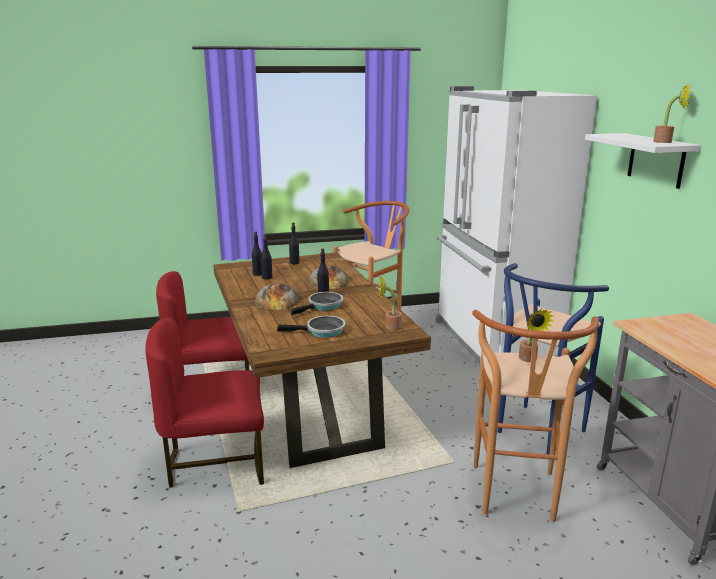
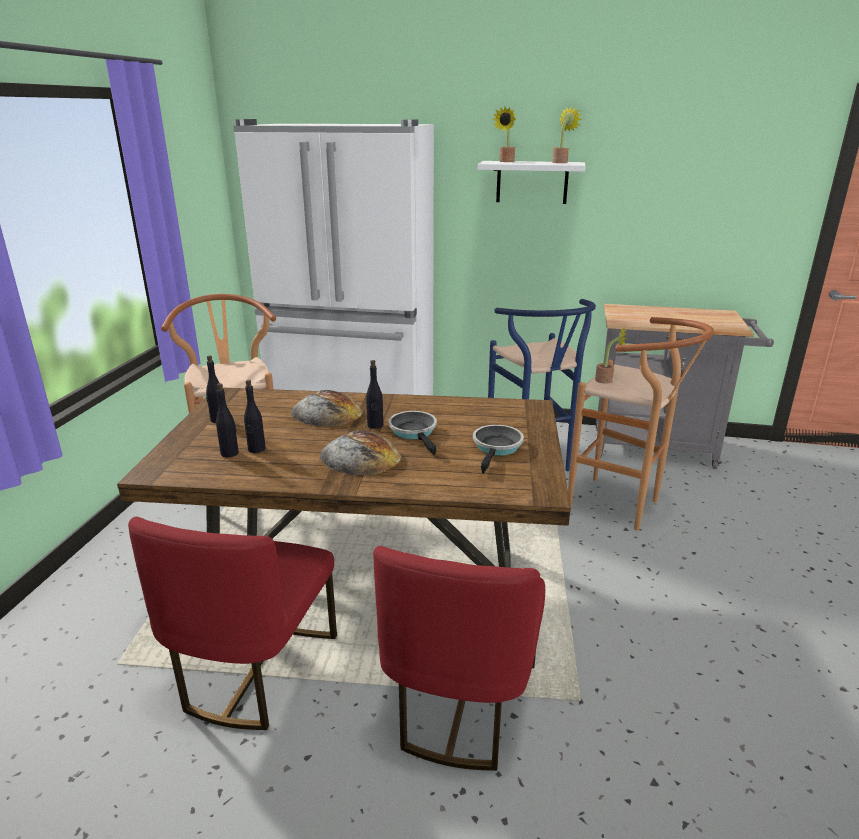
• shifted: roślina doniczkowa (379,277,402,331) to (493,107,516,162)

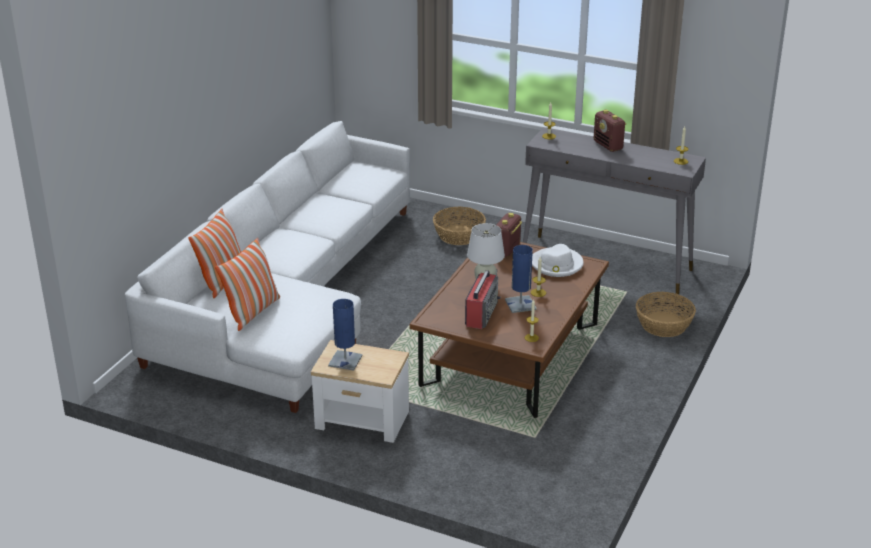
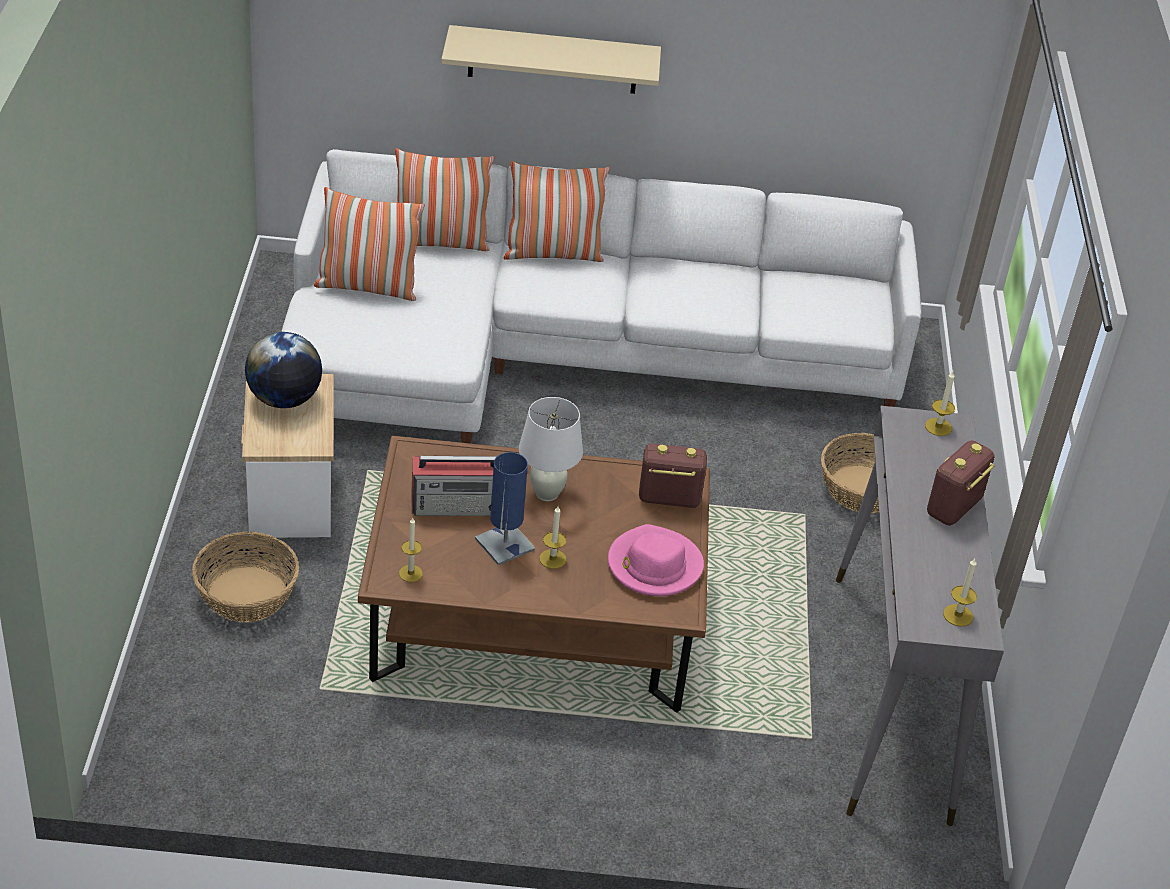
• new: półka [beżowy] (441,25,661,94)
• new: poduszka (503,161,610,262)
• shifted: koszyk (636,292,696,337) to (192,532,299,622)
• swapped: lampa stołowa [niebieski] (328,299,363,371) to globus (245,332,322,408)
• repainted: kapelusz [biały] (532,244,584,277) to kapelusz [różowy] (608,524,704,596)

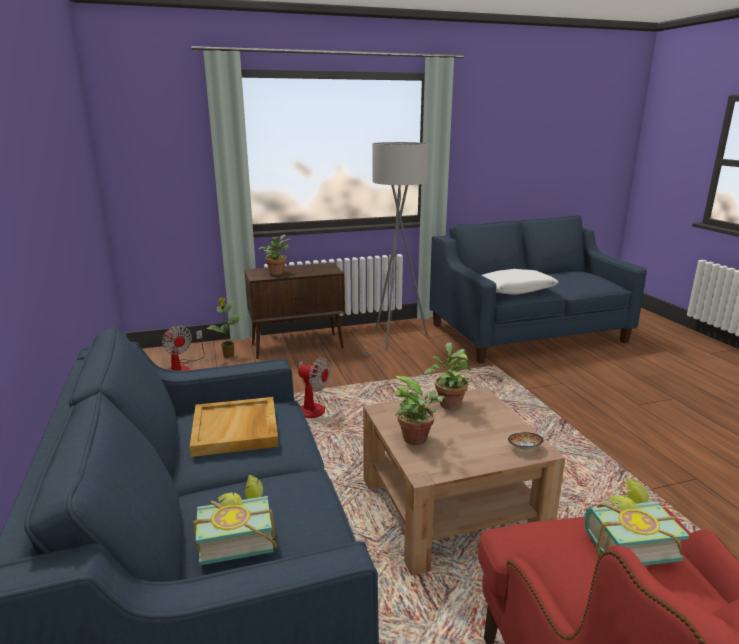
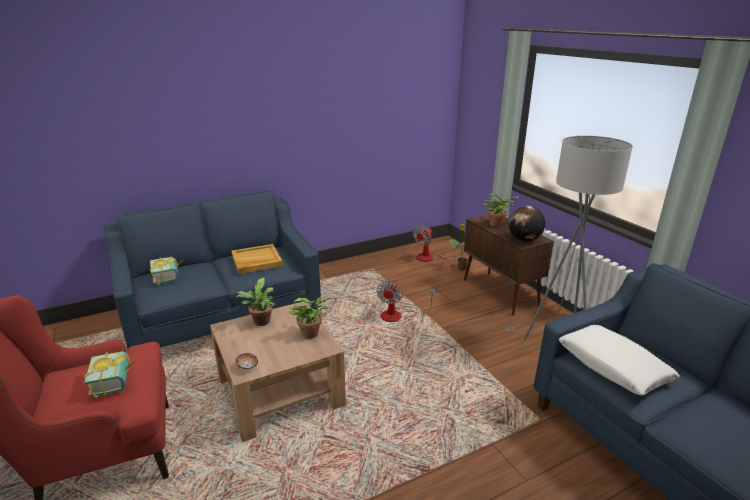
• new: globus (508,206,545,242)

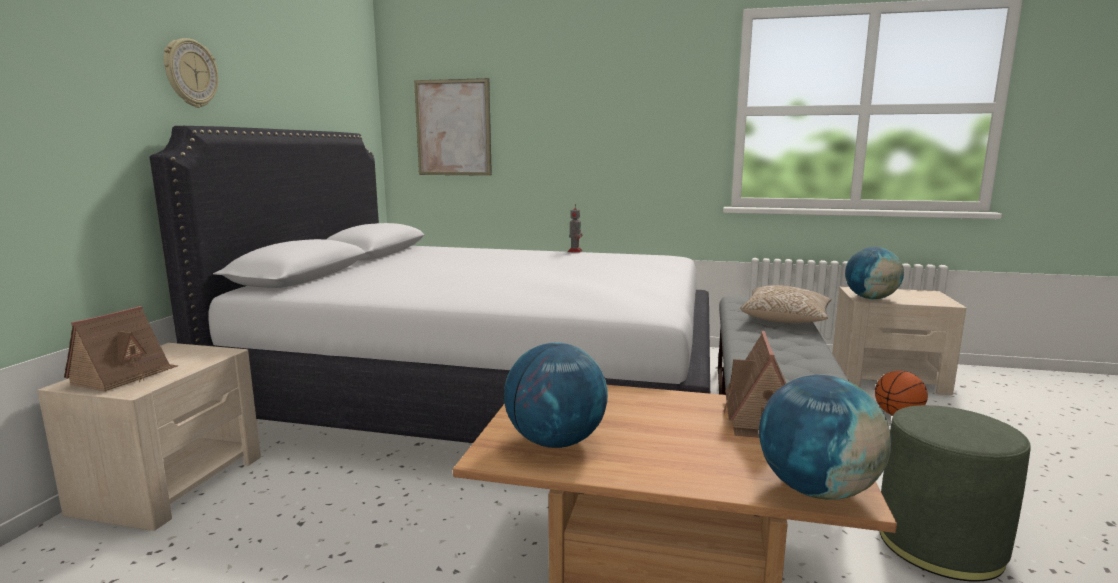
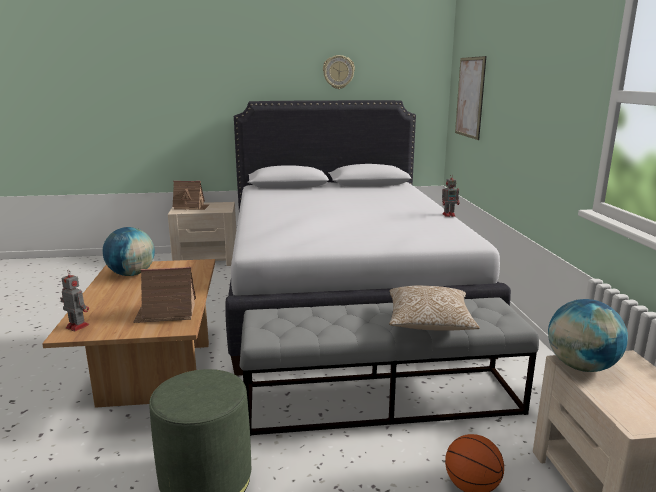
• shifted: zegar ścienny (164,38,218,108) to (323,55,355,89)
• swapped: globus (759,375,891,500) to robot zabawkowy (60,271,89,331)

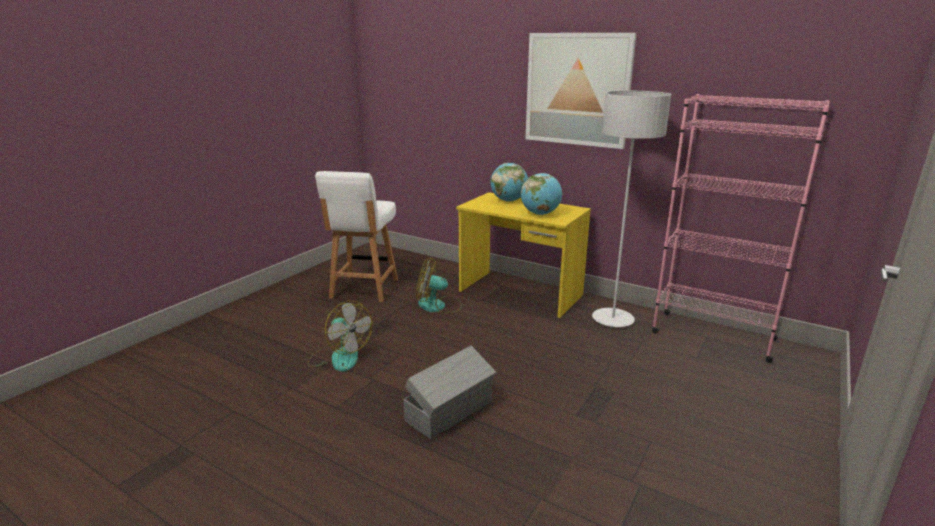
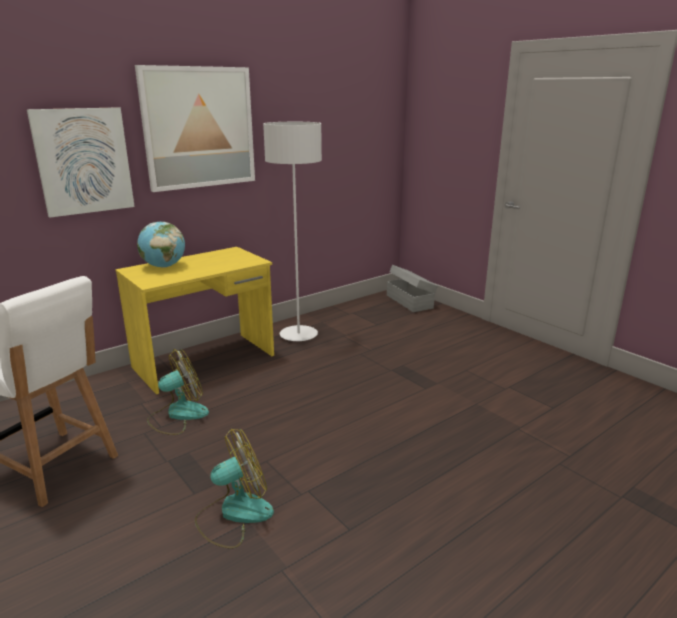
• gone: globus (521,173,562,215)
• gone: regał [różowy] (652,94,830,363)
• new: obraz (27,107,135,218)
• shifted: pojemnik do przechowywania [szary] (403,346,496,440) to (387,265,438,312)
• rotated: wentylator (416,258,461,313) = (147,349,209,435) 150 degrees counterclockwise

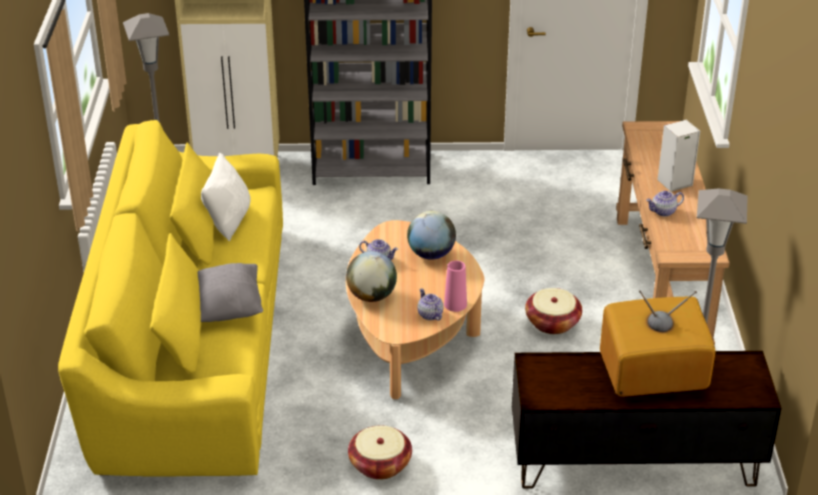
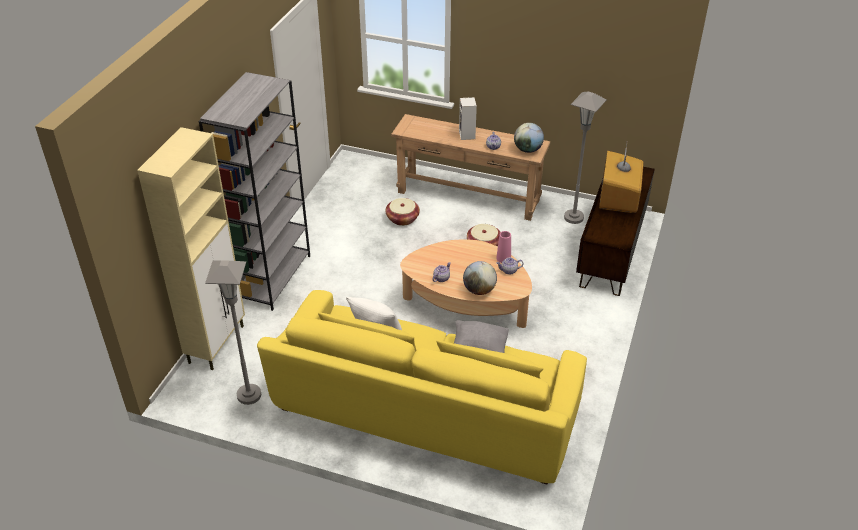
• shifted: koszyk (348,425,412,480) to (386,198,420,226)
• shifted: globus (407,211,456,260) to (514,123,544,153)

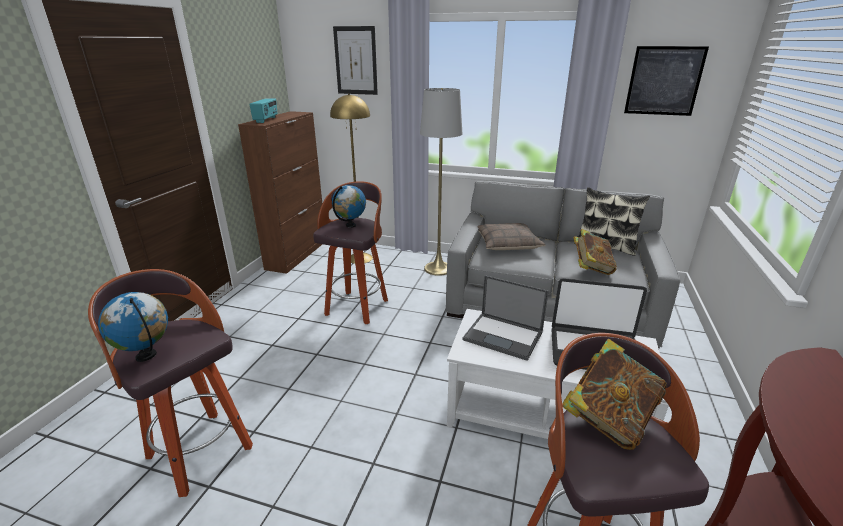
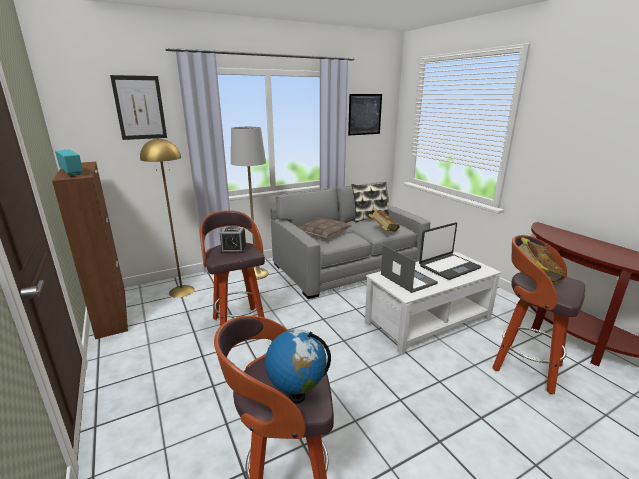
• swapped: globus (332,185,366,228) to budzik (220,226,247,253)
• rotated: laptop (462,275,549,361) = (381,245,438,293) 105 degrees counterclockwise

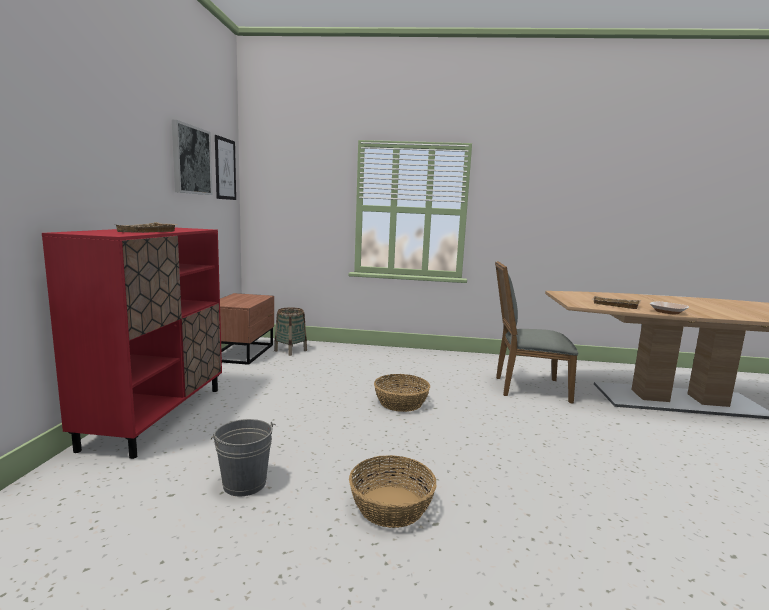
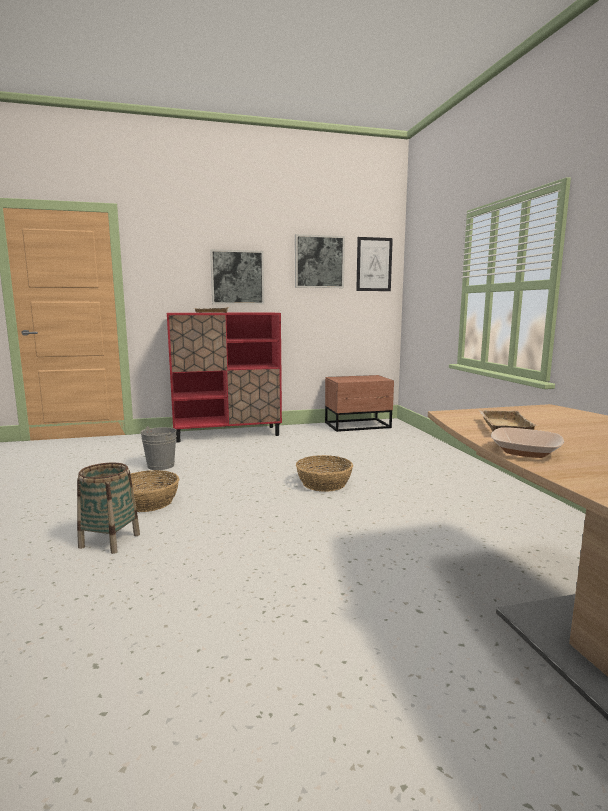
• gone: krzesło [szary] (495,261,578,404)
• new: obraz (210,249,264,304)
• shifted: koszyk (274,307,307,356) to (77,463,140,554)

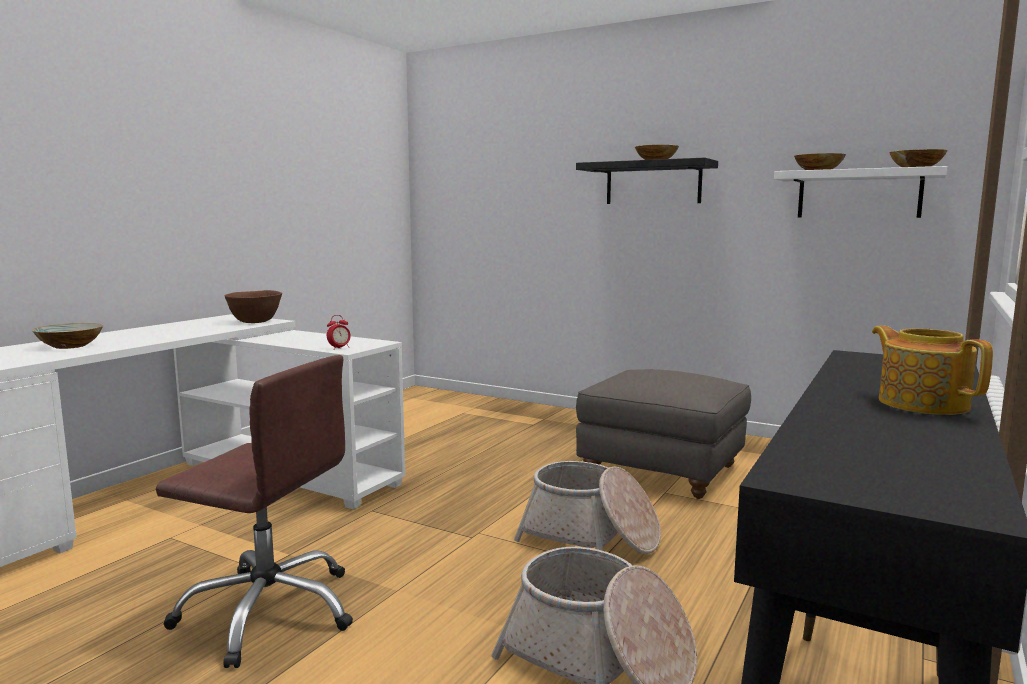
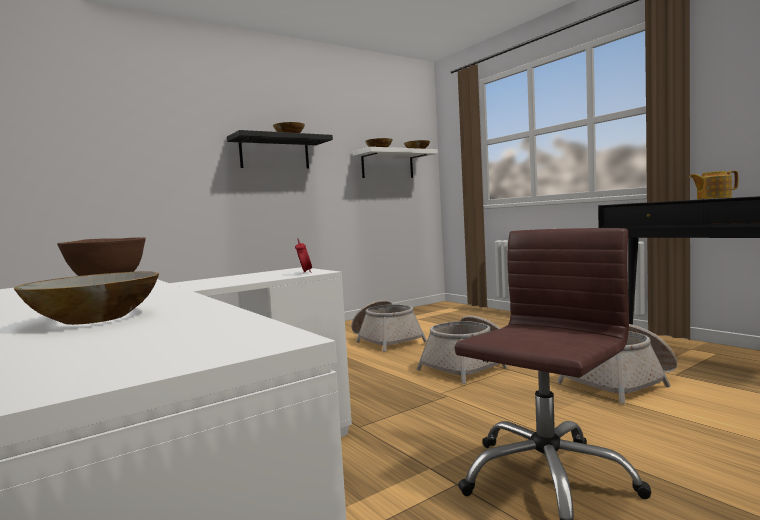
• swapped: pufa [szary] (576,369,751,499) to koszyk (351,300,427,352)

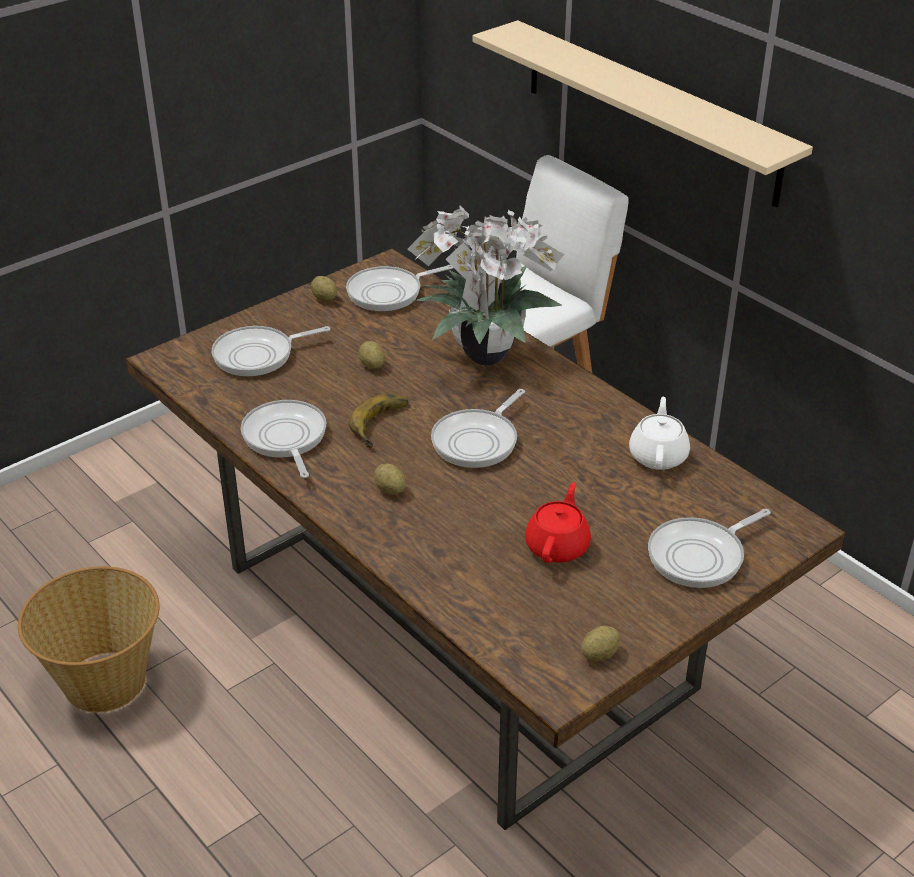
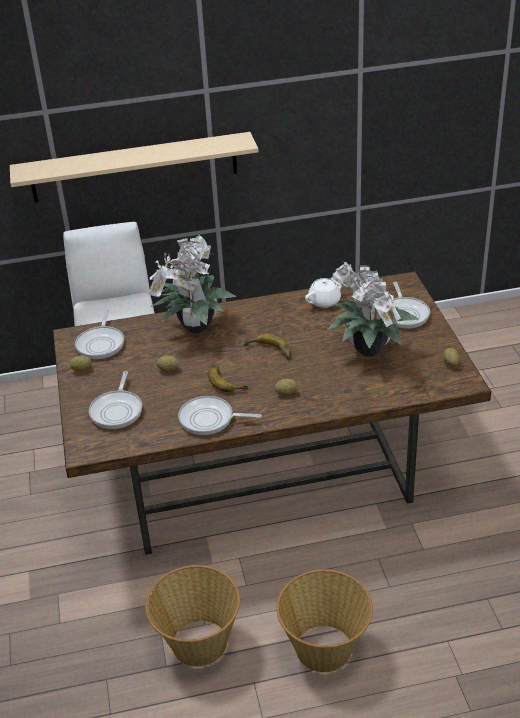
• new: koszyk (277,570,373,673)
• swapped: patelnia (431,389,525,468) to banan (243,333,291,360)
• swapped: imbryk [czerwony] (525,482,591,563) to roślina doniczkowa (327,262,419,356)
• rotated: imbryk [biały] (629,397,690,470) = (305,278,342,308) 105 degrees clockwise

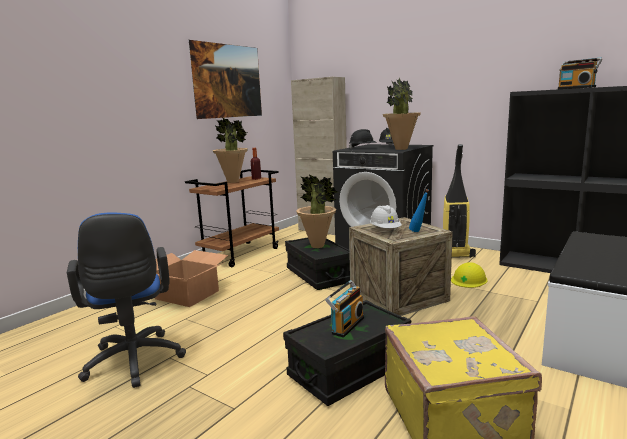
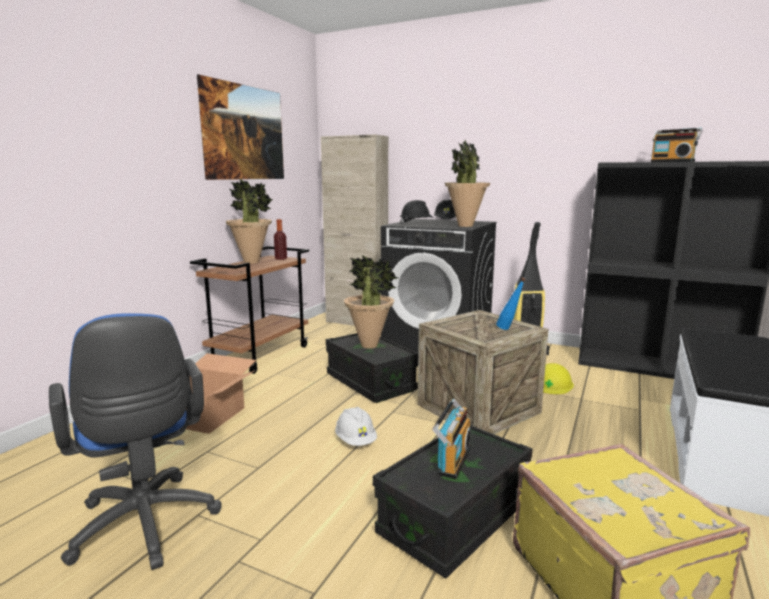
• shifted: kask [biały] (370,205,402,228) to (335,407,377,446)

